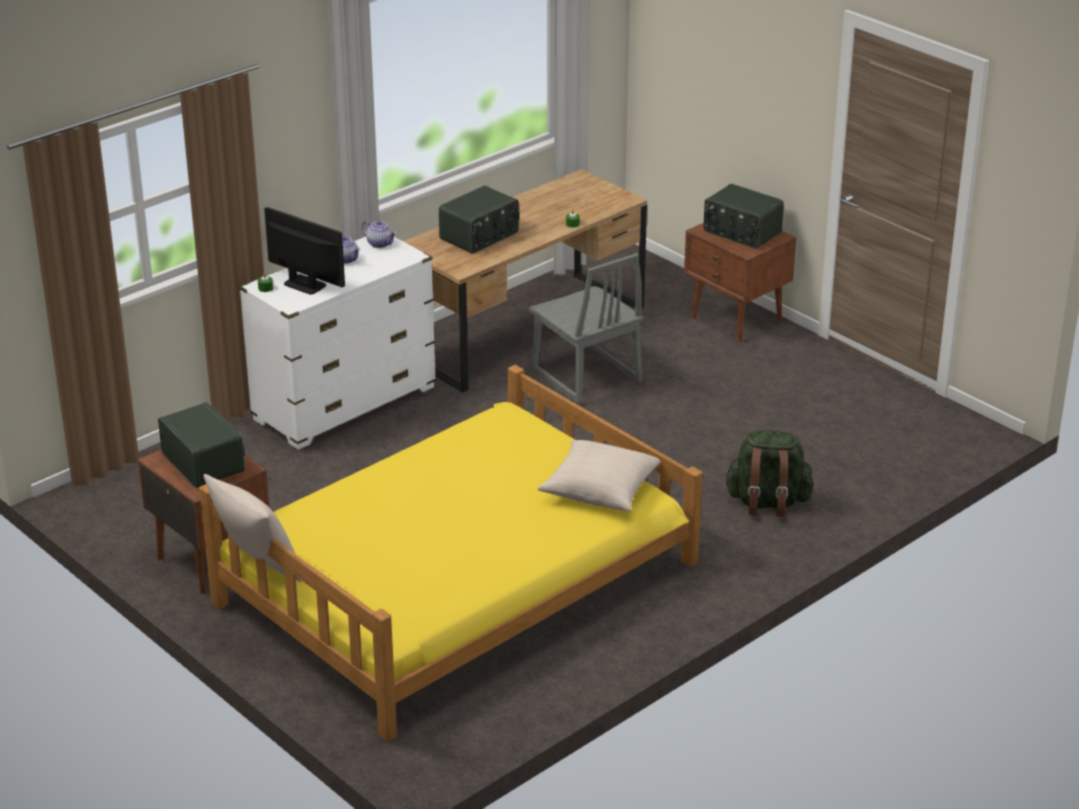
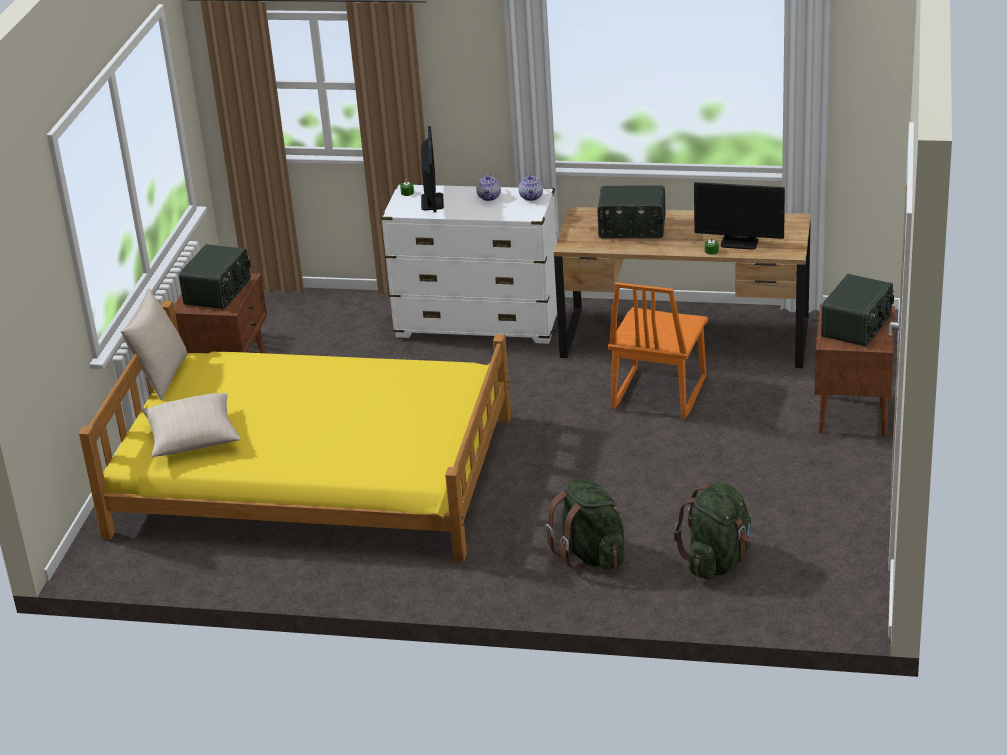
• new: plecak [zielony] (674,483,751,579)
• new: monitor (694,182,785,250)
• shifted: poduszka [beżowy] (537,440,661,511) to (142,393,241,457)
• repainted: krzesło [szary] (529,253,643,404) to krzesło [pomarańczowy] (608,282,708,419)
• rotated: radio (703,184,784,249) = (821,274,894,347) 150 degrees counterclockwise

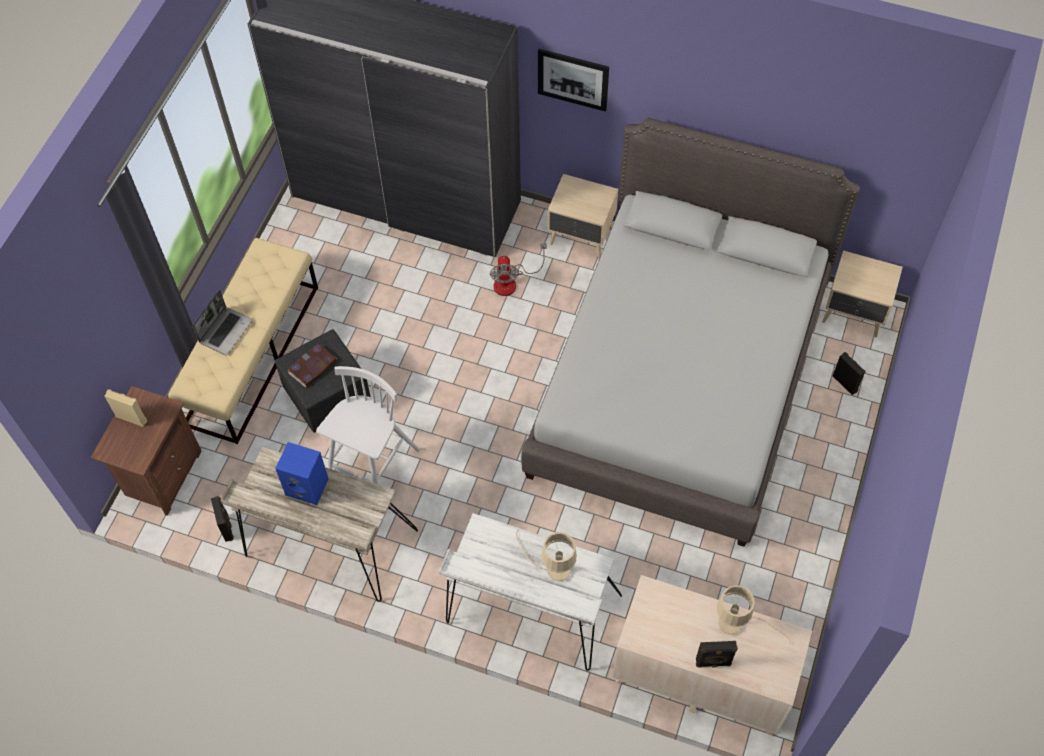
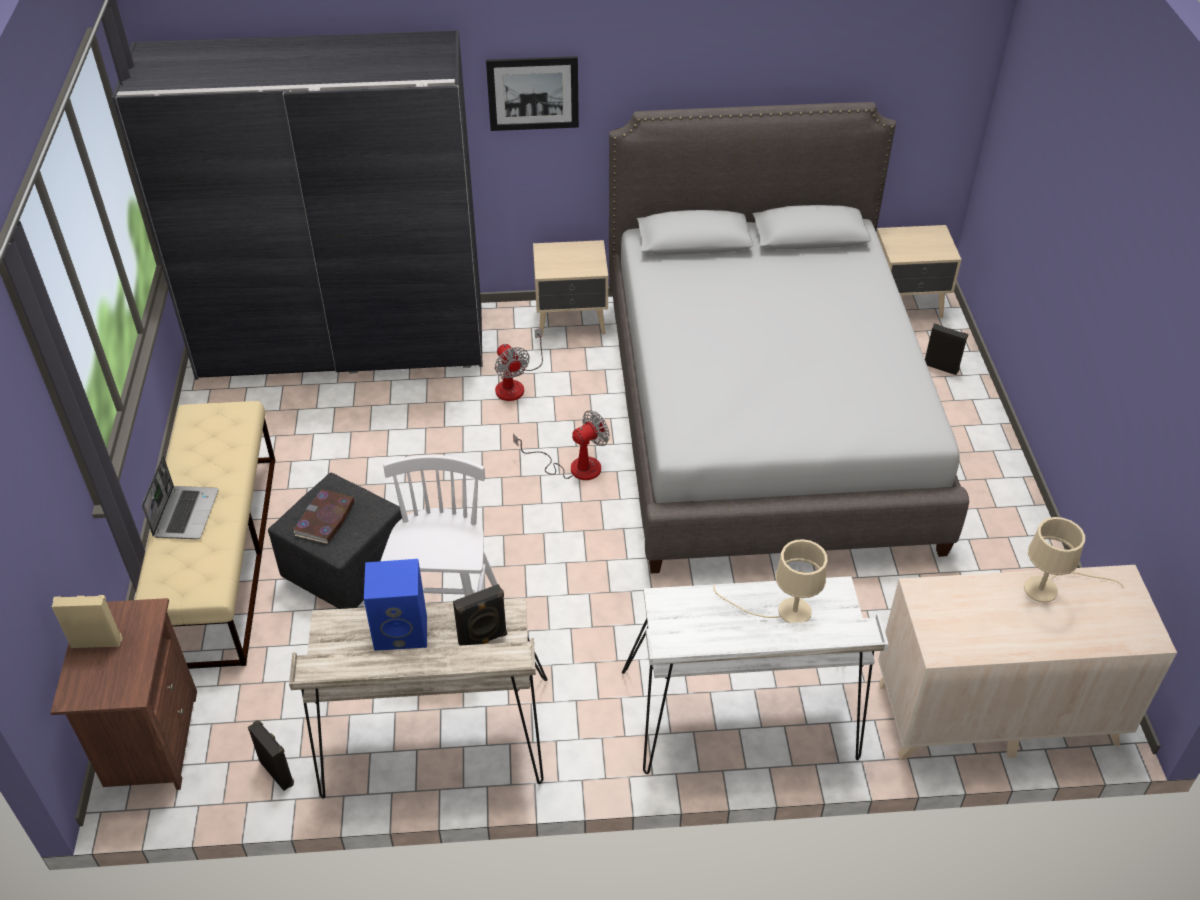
• new: wentylator (513,410,610,480)
• shifted: głośnik [czarny] (696,641,738,668) to (453,584,507,645)

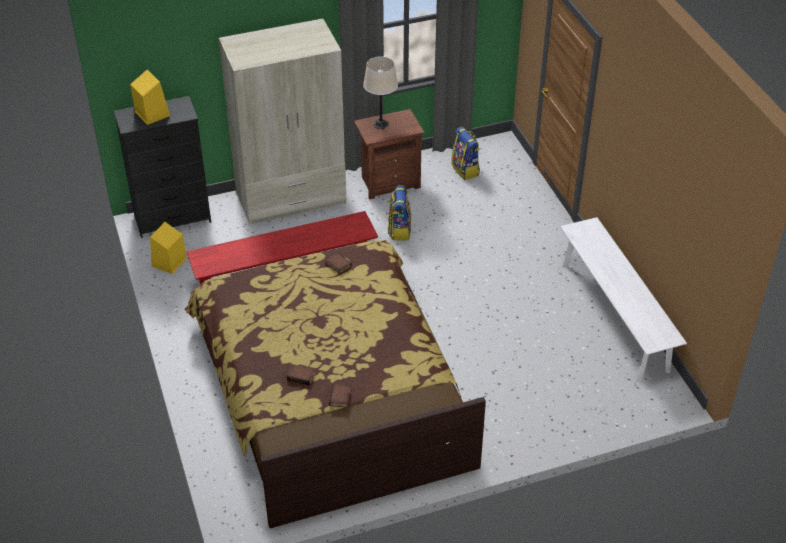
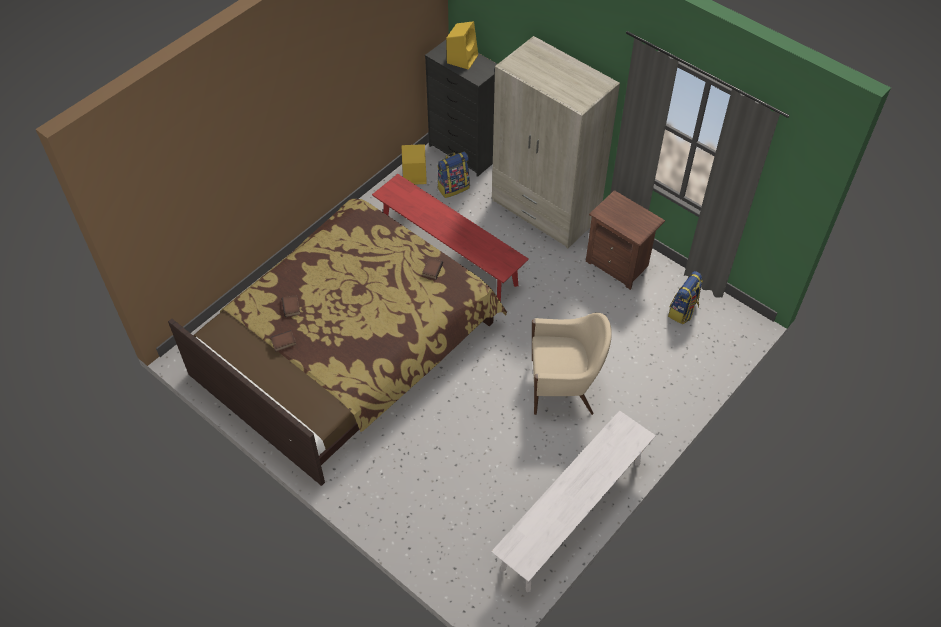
• gone: lampa stołowa [beżowy] (363,56,398,129)
• new: fotel [beżowy] (532,313,612,415)
• shifted: plecak (388,185,411,240) to (437,152,470,198)

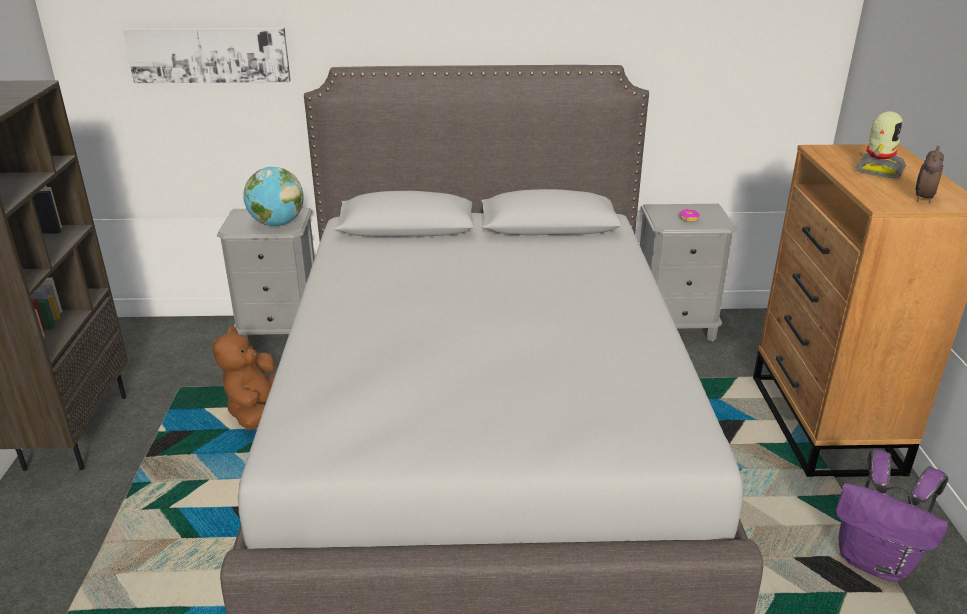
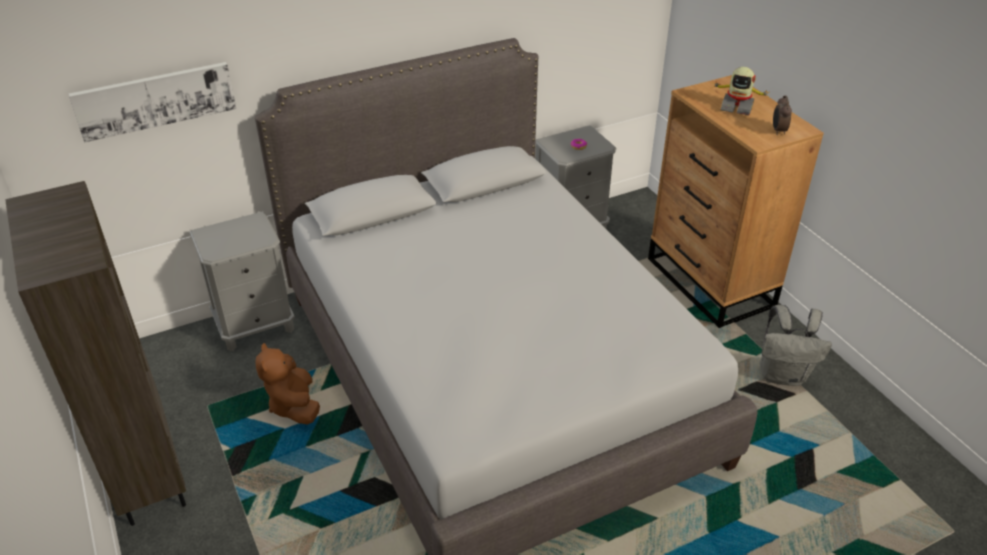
• gone: globus (243,167,304,226)
• repainted: plecak [fioletowy] (836,449,949,582) to plecak [szary] (759,305,832,386)
• rotated: robot zabawkowy (855,111,906,178) = (712,67,771,115) 105 degrees clockwise

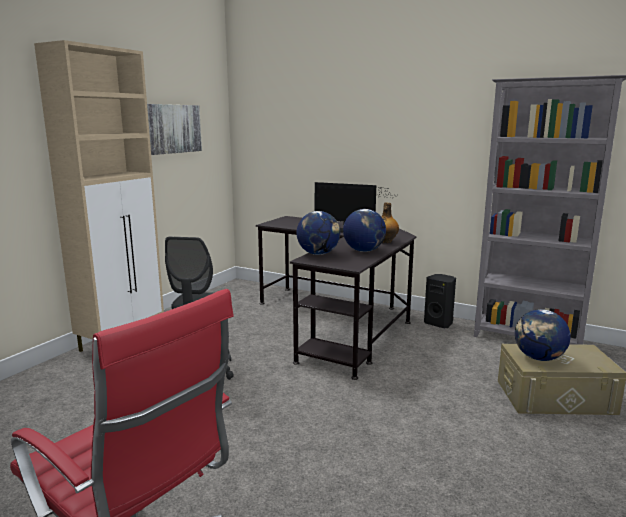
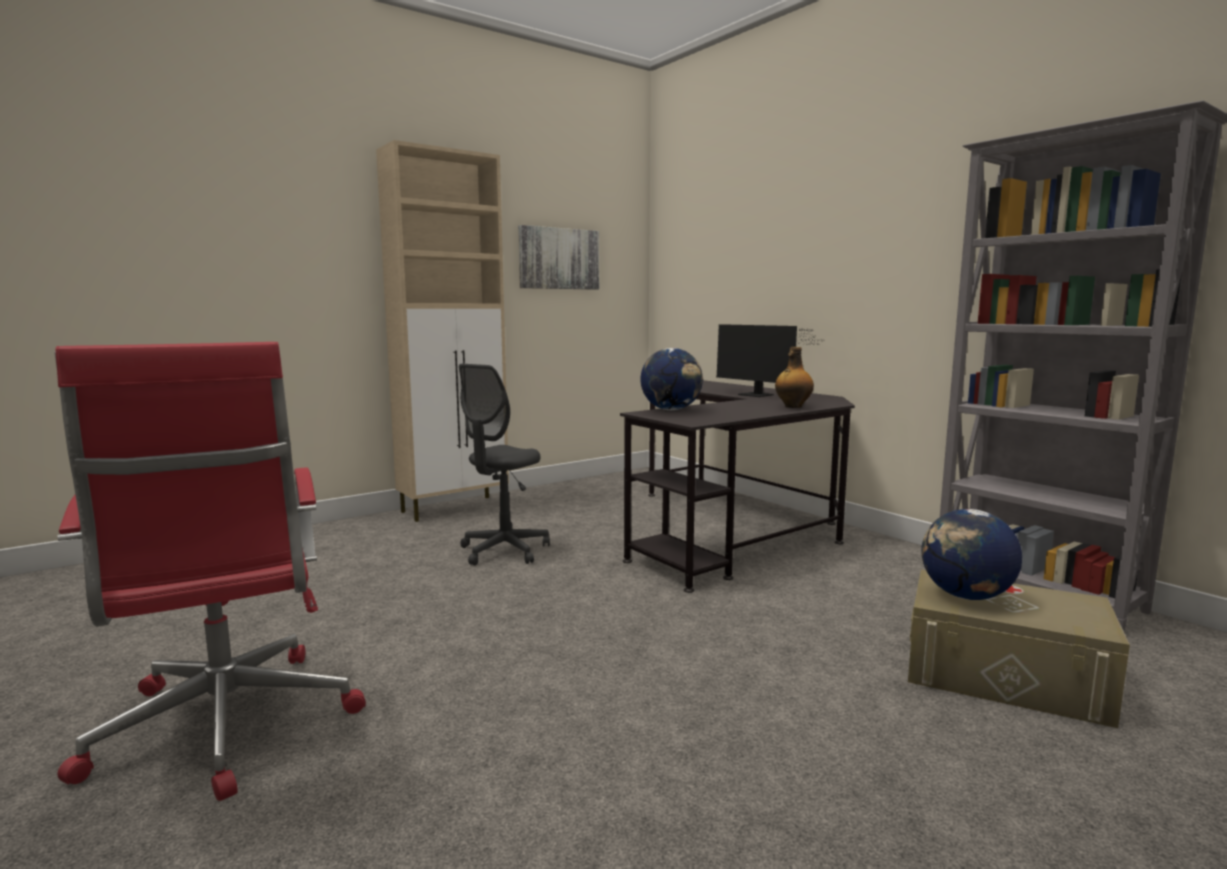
• gone: globus (343,209,386,252)
• gone: głośnik [czarny] (424,274,456,328)

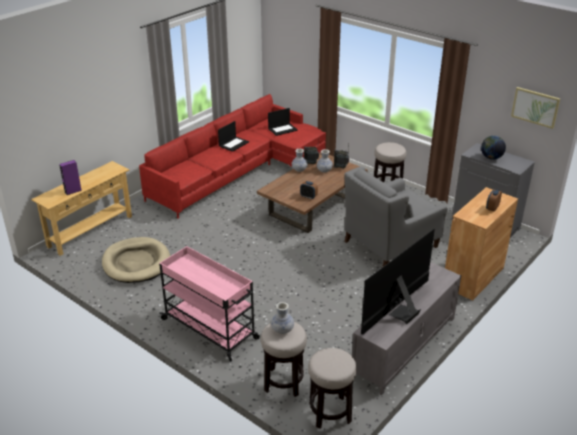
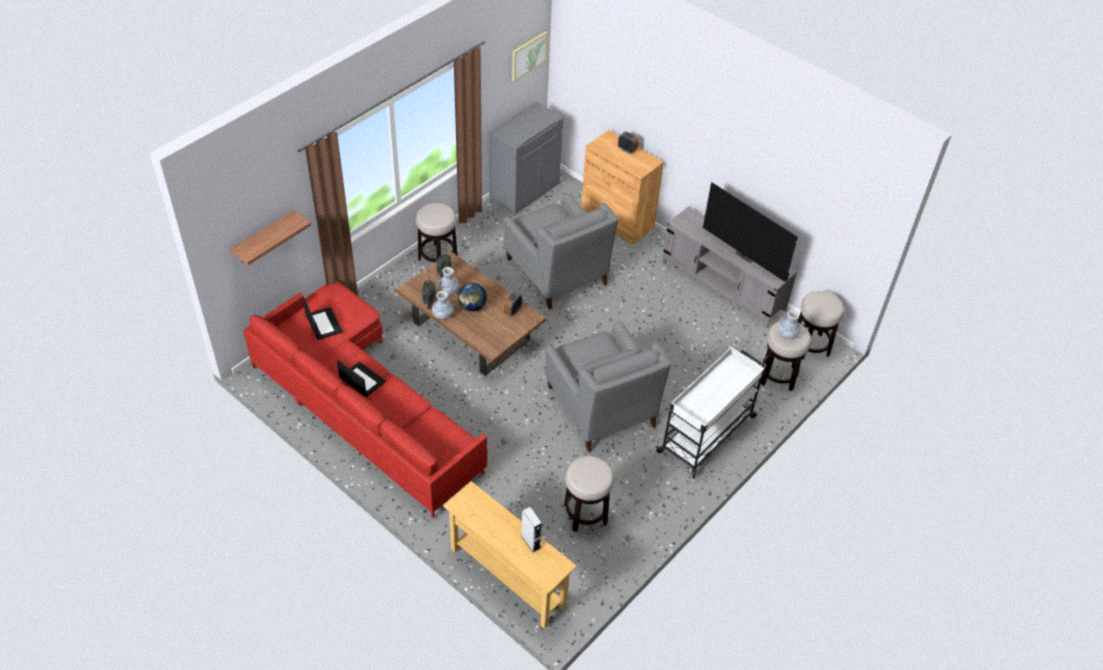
• new: półka (230,210,311,265)
• new: fotel [szary] (545,321,671,452)
• shifted: globus (481,136,506,160) to (458,283,487,312)
• swapped: legowisko [beżowy] (102,237,170,283) to stołek (564,456,614,532)
• repainted: głośnik [fioletowy] (59,160,82,195) to głośnik [szary] (521,507,542,553)
• repainted: wózek [różowy] (159,246,260,361) to wózek [biały] (656,347,765,478)

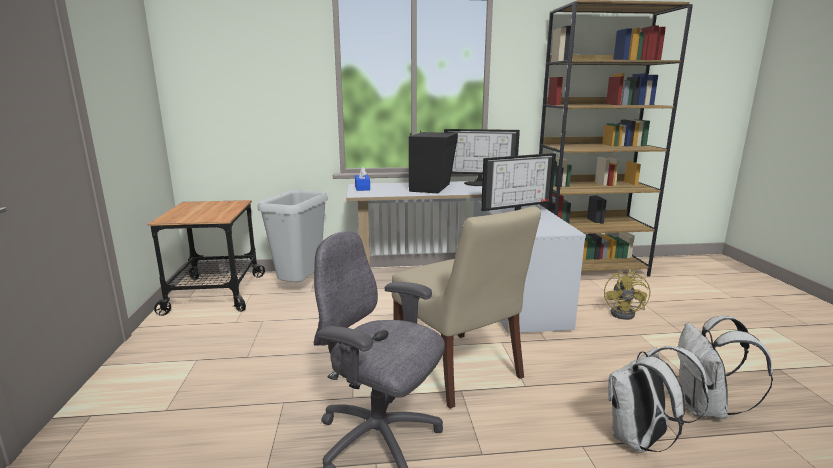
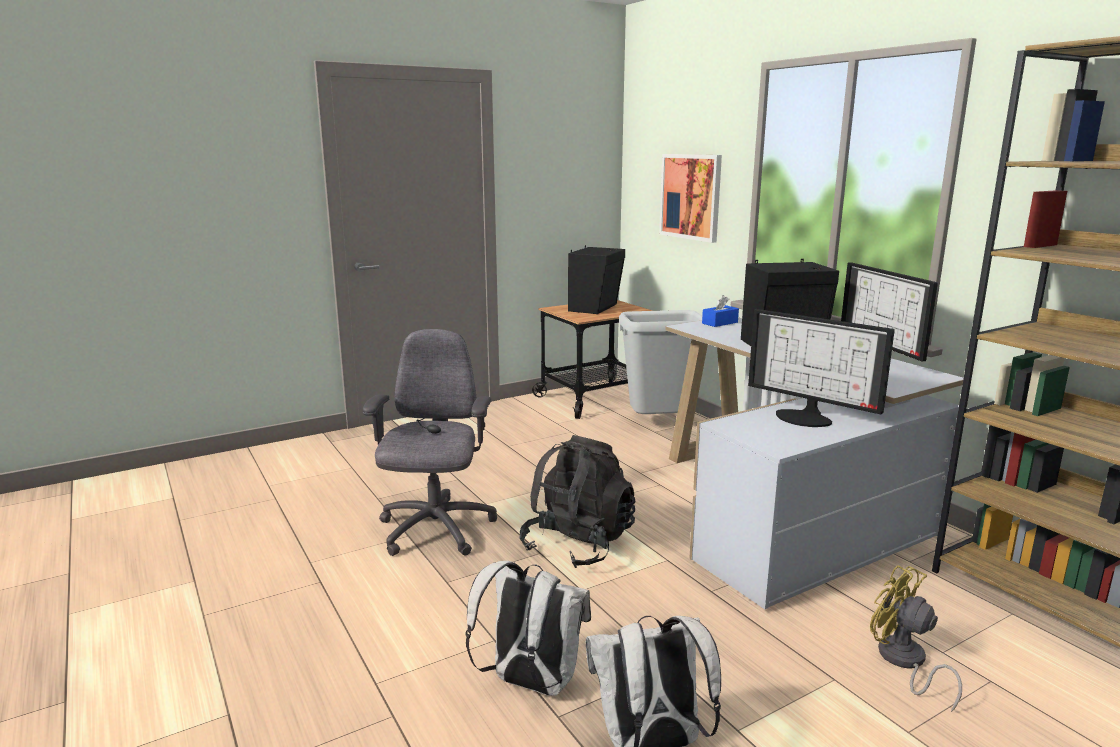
• new: głośnik [czarny] (568,245,625,314)
• new: obraz (659,154,722,243)
• swapped: krzesło [beżowy] (391,207,541,409) to plecak [czarny] (519,435,636,568)
• rotated: wentylator [żółty] (604,270,650,320) = (870,565,962,712) 60 degrees clockwise

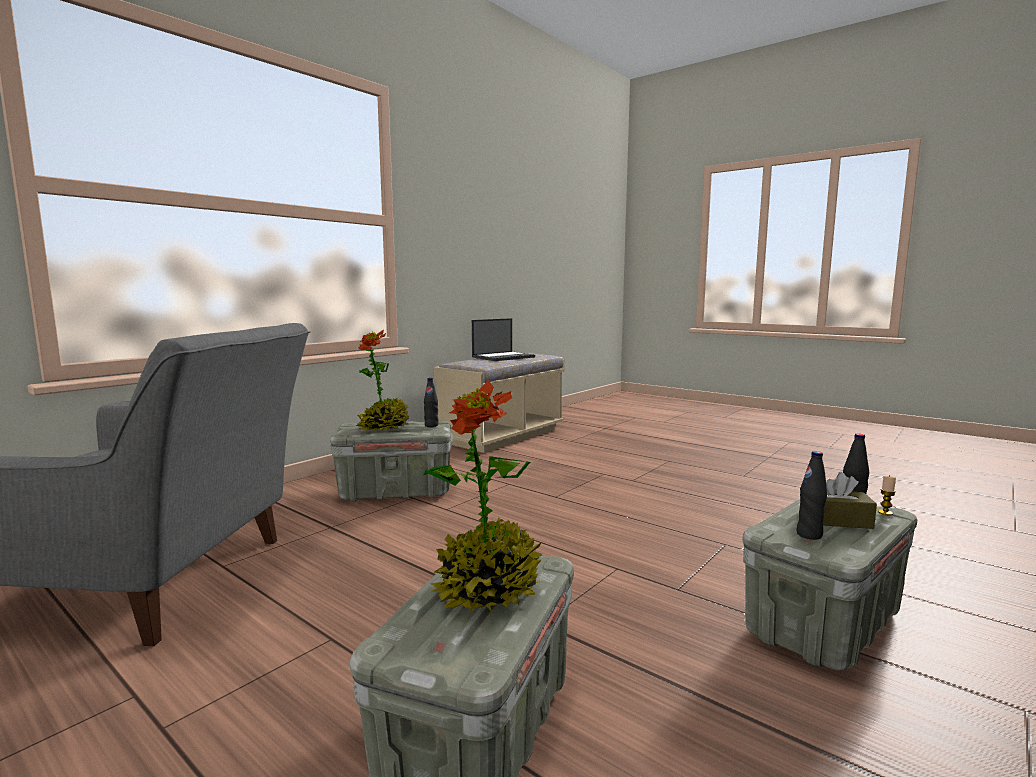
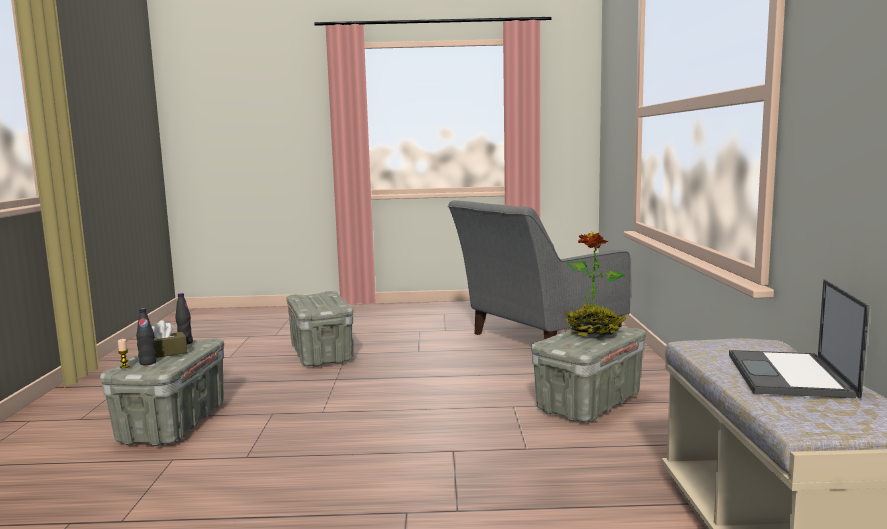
• gone: butelka [czarny] (424,378,439,427)
• gone: roślina doniczkowa (424,381,542,612)

